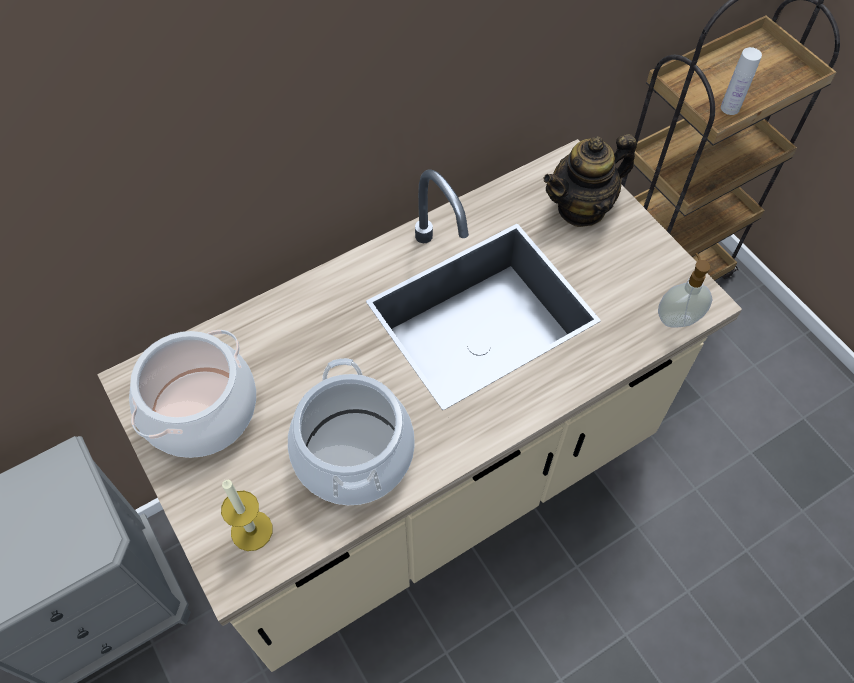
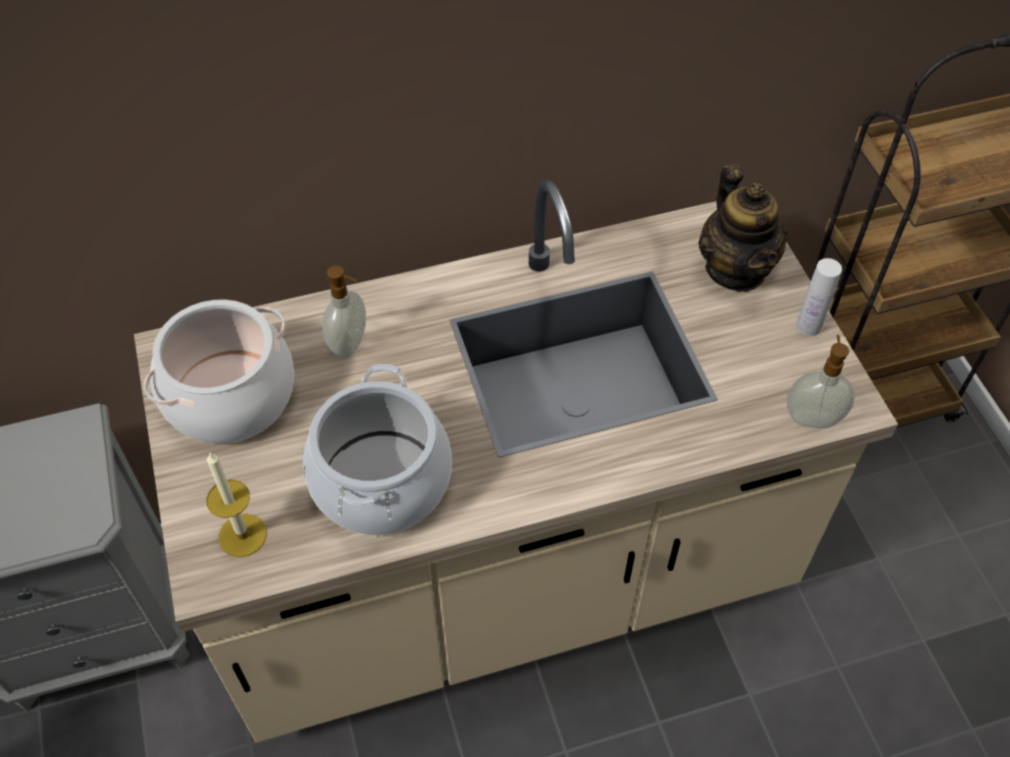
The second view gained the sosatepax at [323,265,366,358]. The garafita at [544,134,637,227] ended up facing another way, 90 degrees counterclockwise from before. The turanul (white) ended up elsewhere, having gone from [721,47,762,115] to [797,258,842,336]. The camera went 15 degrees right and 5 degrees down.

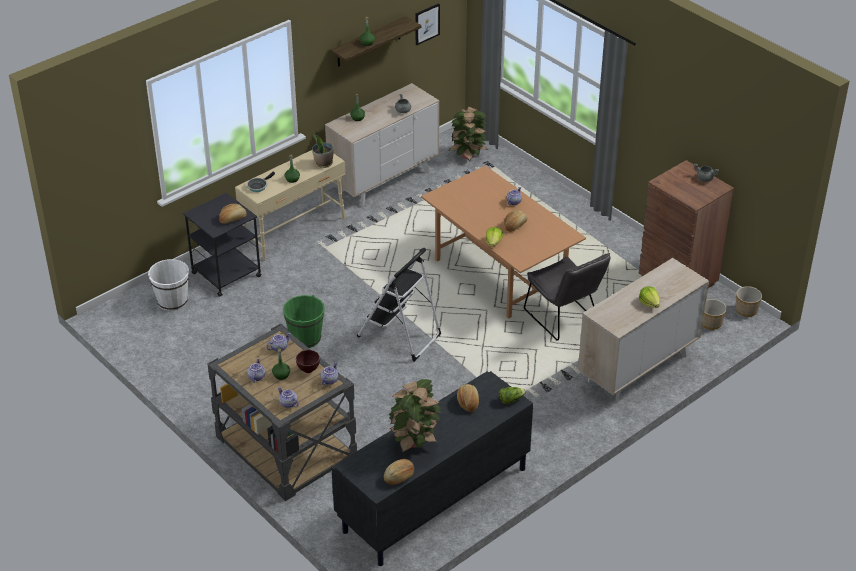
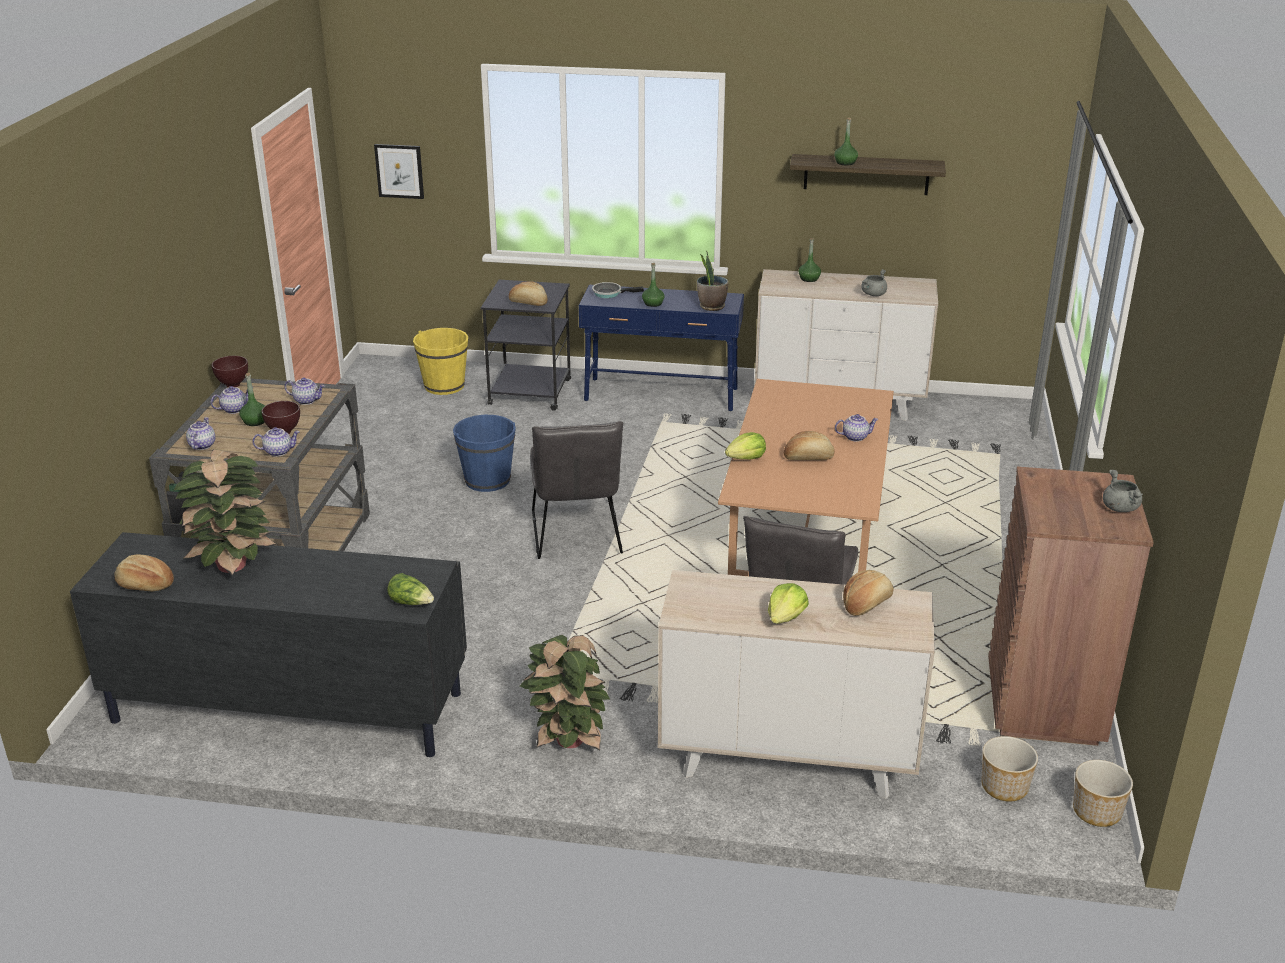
The second view gained the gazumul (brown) at [212,356,248,388]. The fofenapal ended up elsewhere, having gone from [415,3,440,45] to [374,144,424,199]. What was the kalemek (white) at [148,259,189,311] turned into the kalemek (yellow) at [413,328,468,395]. What was the kalemek (green) at [283,295,325,348] turned into the kalemek (blue) at [453,415,516,492]. The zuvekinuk ended up elsewhere, having gone from [449,107,488,161] to [520,635,610,751]. Where the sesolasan stood at [357,248,441,362], the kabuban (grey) came to stand at [530,421,623,559]. What was the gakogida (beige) at [235,150,346,260] turned into the gakogida (blue) at [579,285,744,411]. The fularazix ended up elsewhere, having gone from [457,384,479,412] to [843,570,894,616]. The camera went 50 degrees right and 10 degrees down.

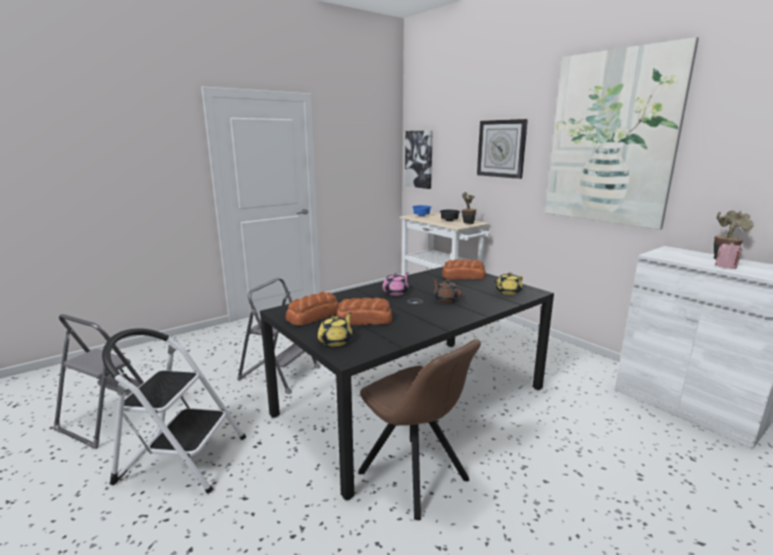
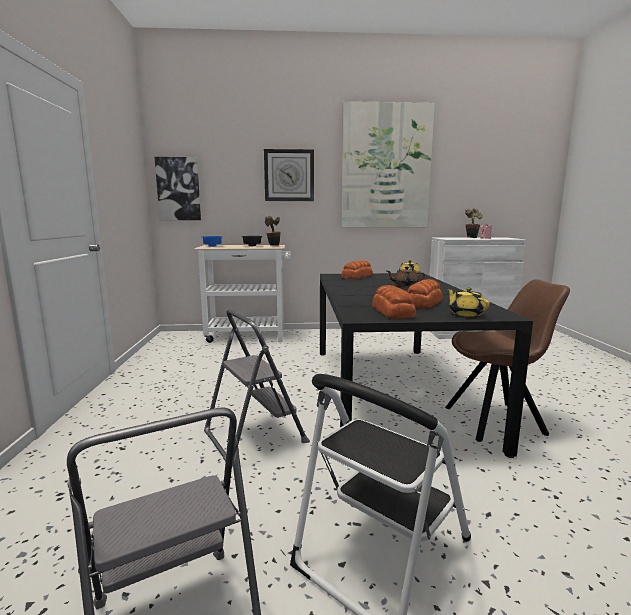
The second view lost the garafita (pink) at [382,272,409,296]. The camera went 55 degrees left and 5 degrees down.

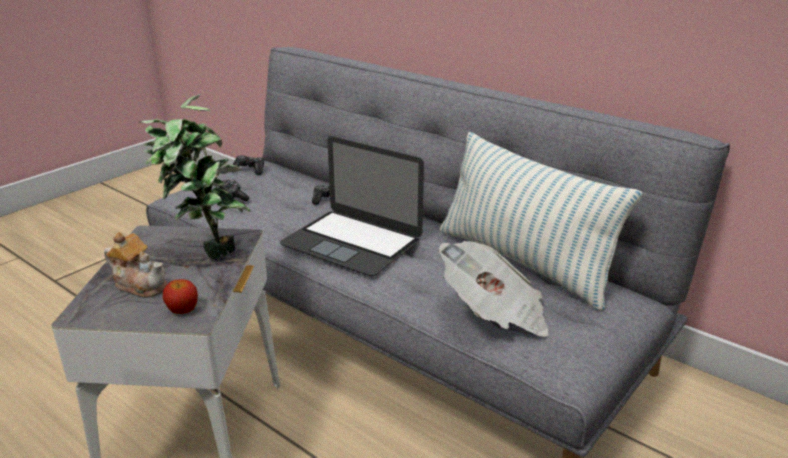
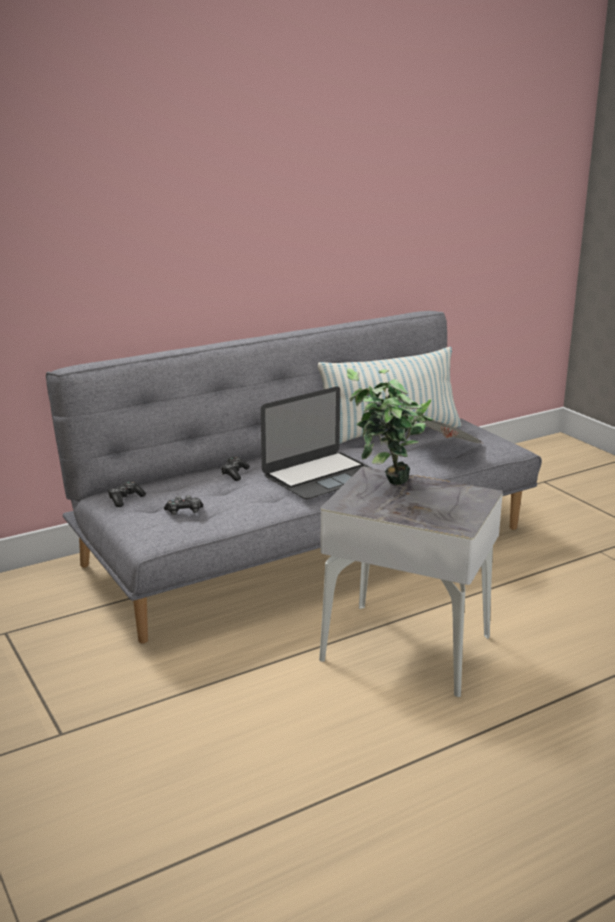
The second view lost the garafita at [104,232,167,298]. The second view lost the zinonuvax at [163,279,198,314]. The camera went 70 degrees left and 5 degrees down.

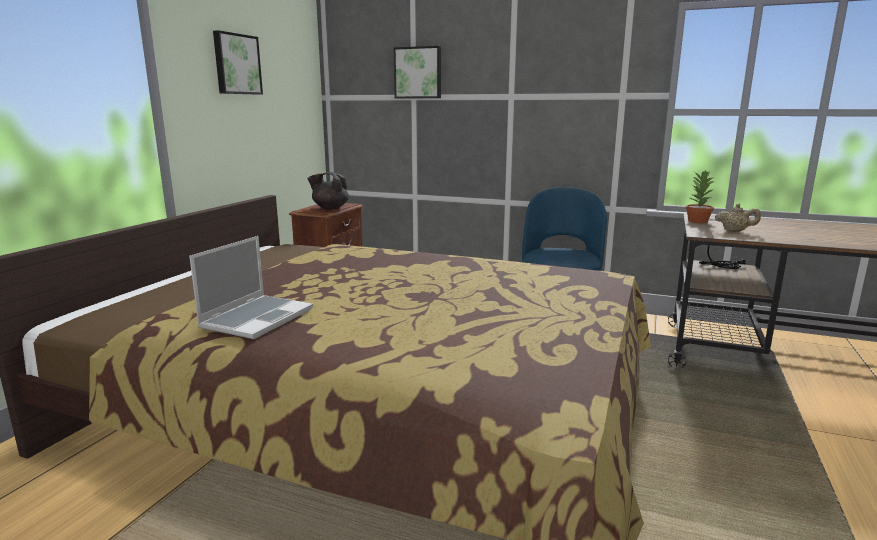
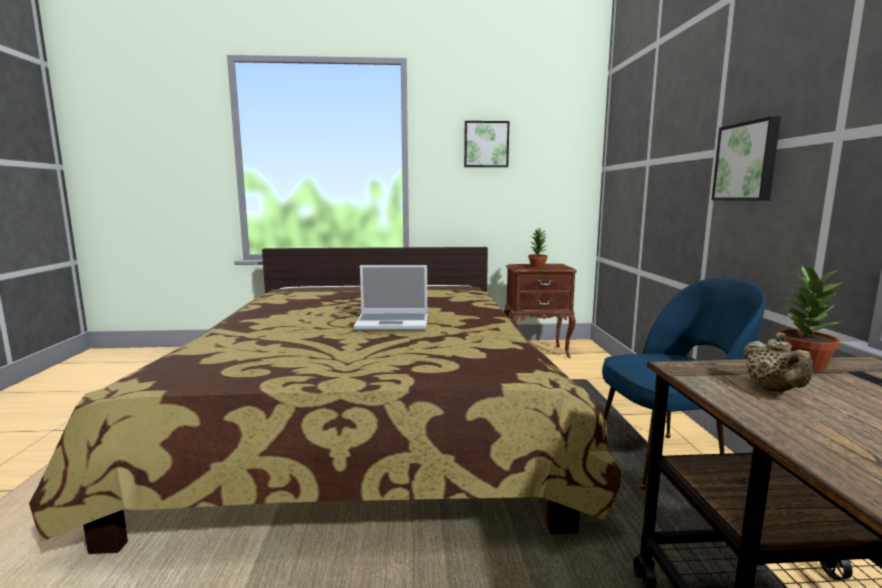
The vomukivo ended up elsewhere, having gone from [189,236,313,339] to [353,265,427,331]. Where the garafita (black) stood at [307,172,349,210], the zuvekinuk came to stand at [528,228,548,268]. The fofenapal ended up elsewhere, having gone from [393,46,441,99] to [712,116,781,201]. The camera went 65 degrees right and 5 degrees down.

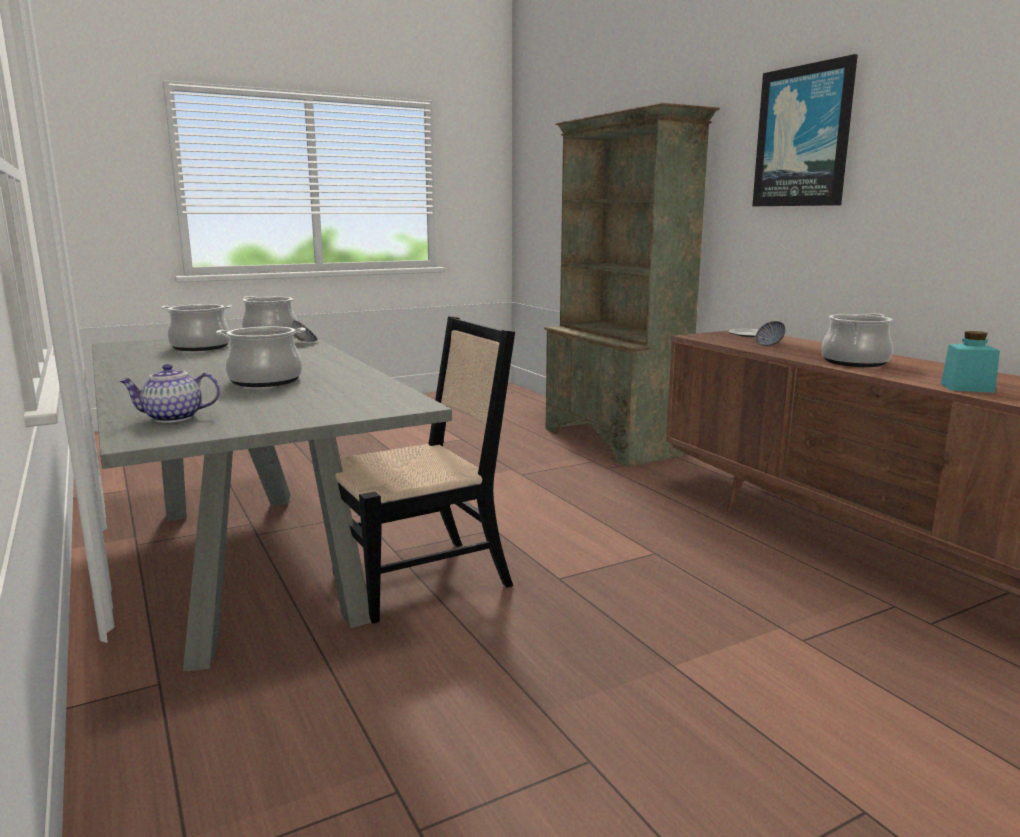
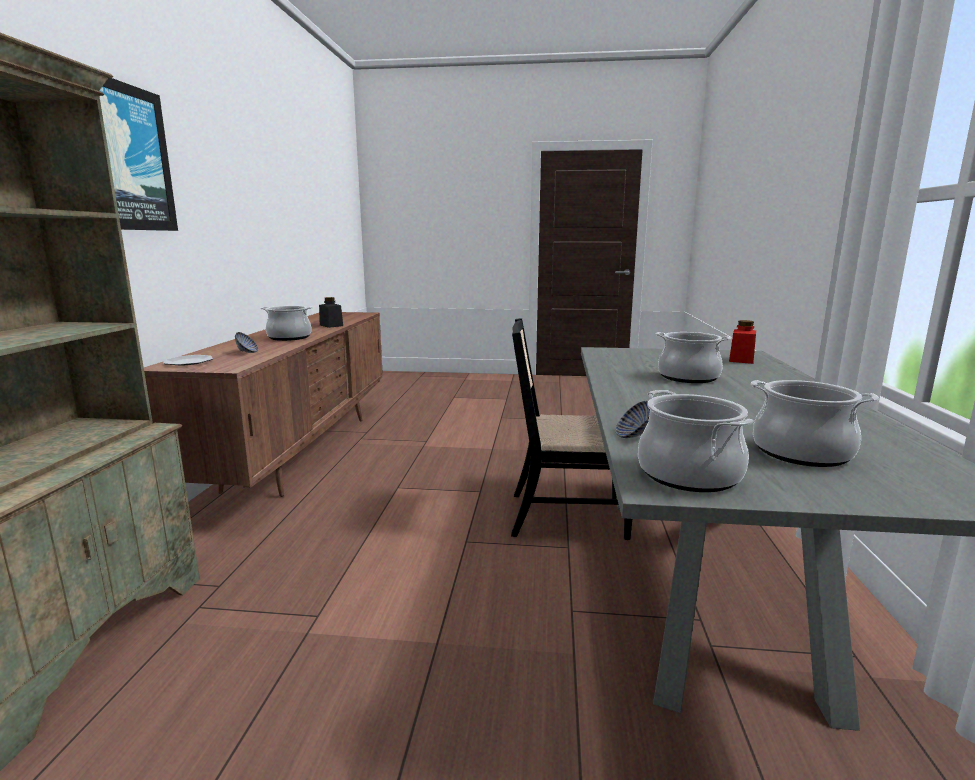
What was the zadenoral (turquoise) at [941,331,1000,393] turned into the zadenoral (black) at [319,297,343,328]. Where the garafita stood at [119,364,220,423], the zadenoral (red) came to stand at [729,320,756,364]. The camera went 145 degrees left and 0 degrees up.

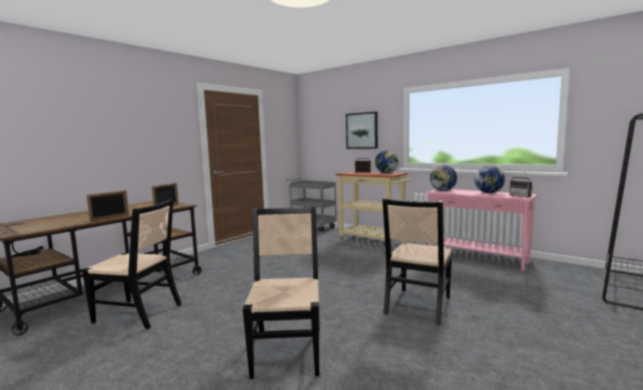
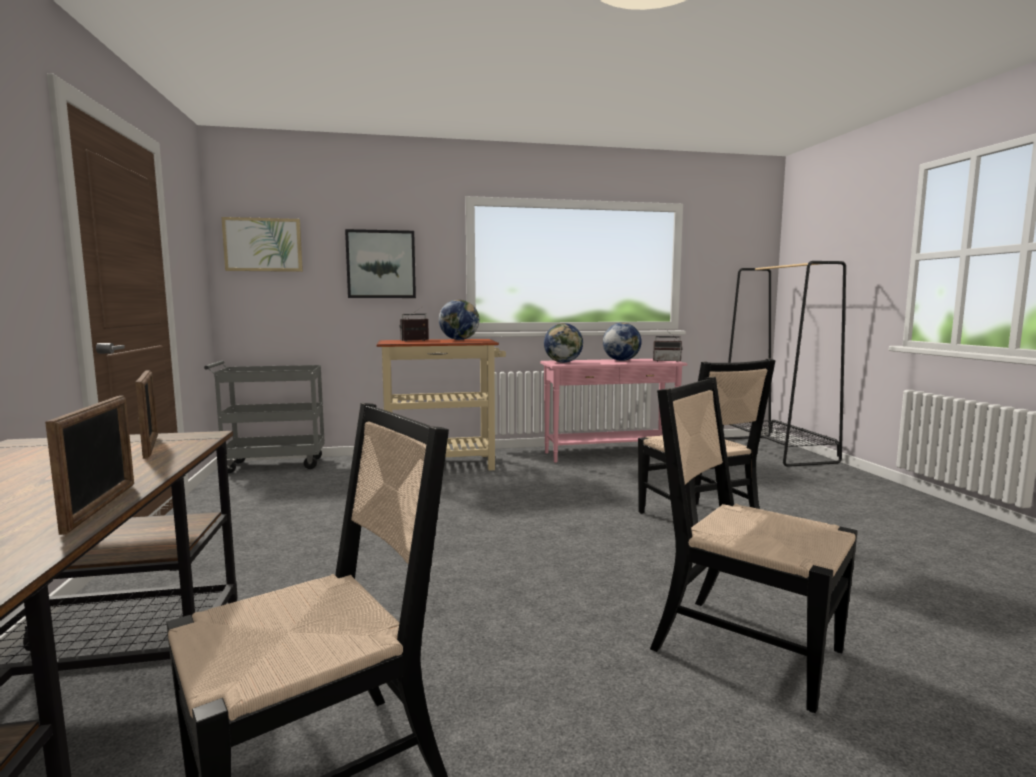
The second view gained the fofenapal at [221,217,303,272]. The camera went 50 degrees left and 0 degrees up.

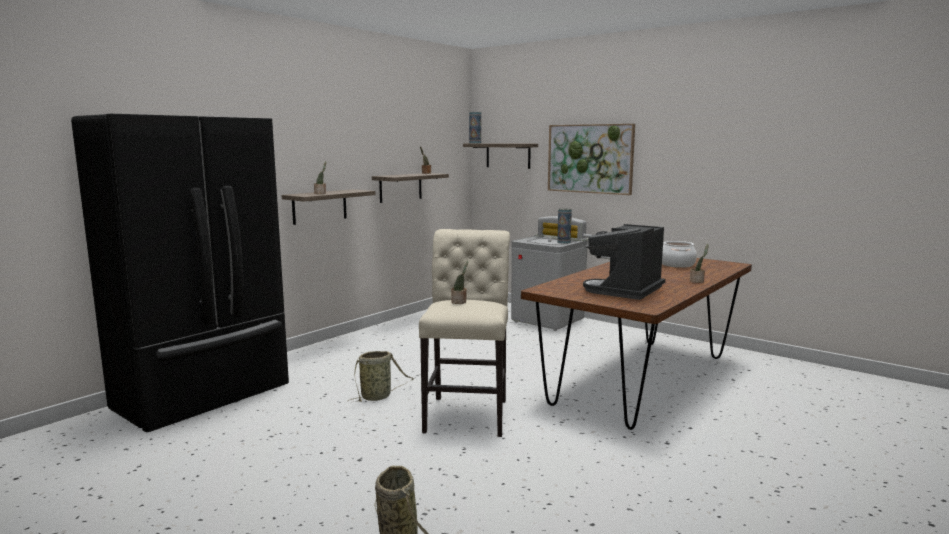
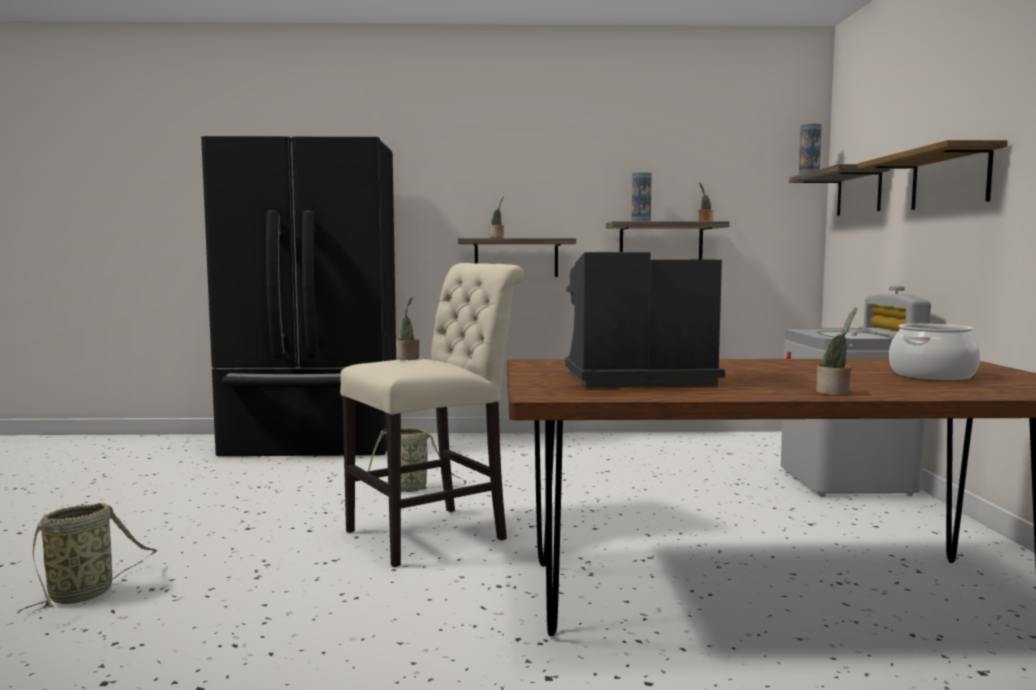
The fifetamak ended up elsewhere, having gone from [557,209,572,244] to [632,172,652,221]. Where the fofenapal hung at [548,124,635,195], the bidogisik came to hang at [858,140,1008,210]. The camera went 50 degrees right and 5 degrees down.

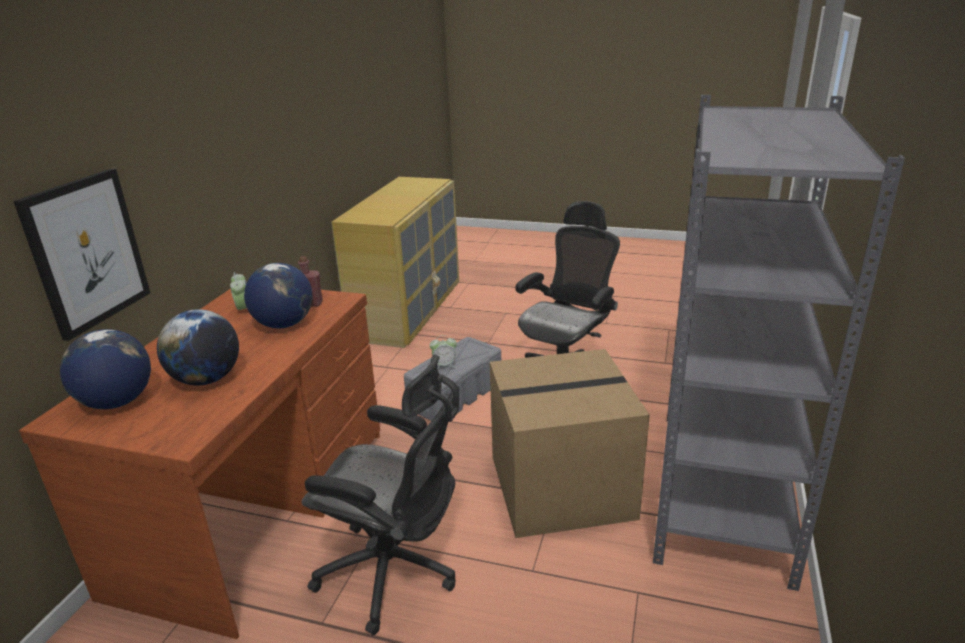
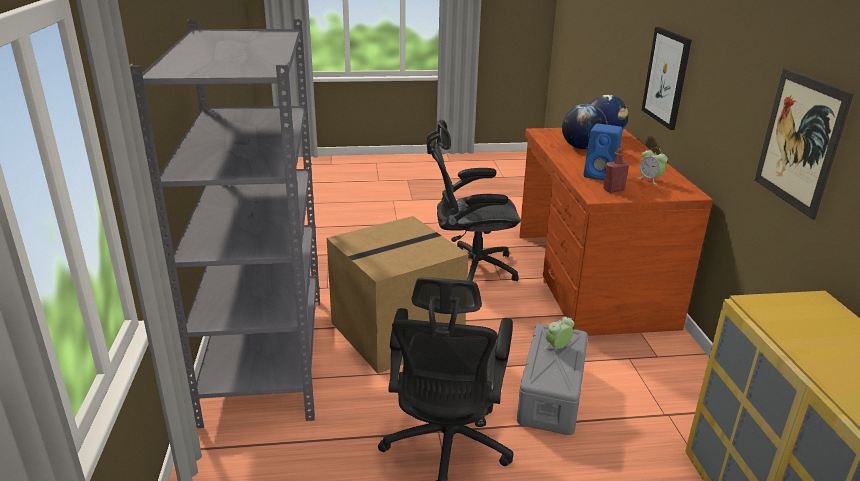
Where the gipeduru stood at [244,263,313,328], the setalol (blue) came to stand at [584,124,623,180]. The second view gained the fofenapal at [755,68,854,220]. The camera went 155 degrees right and 0 degrees up.

